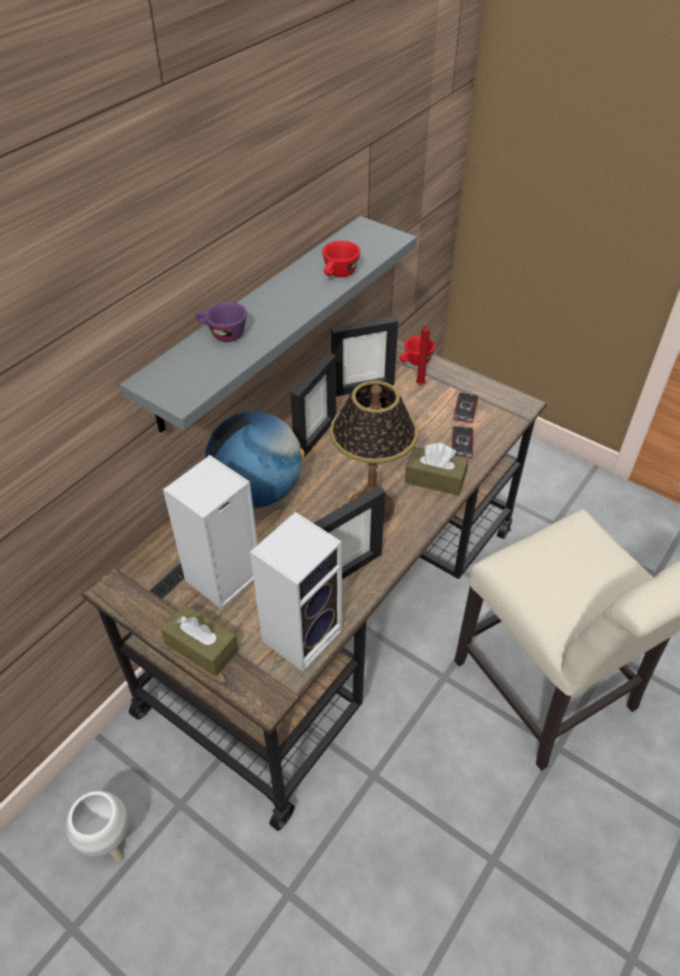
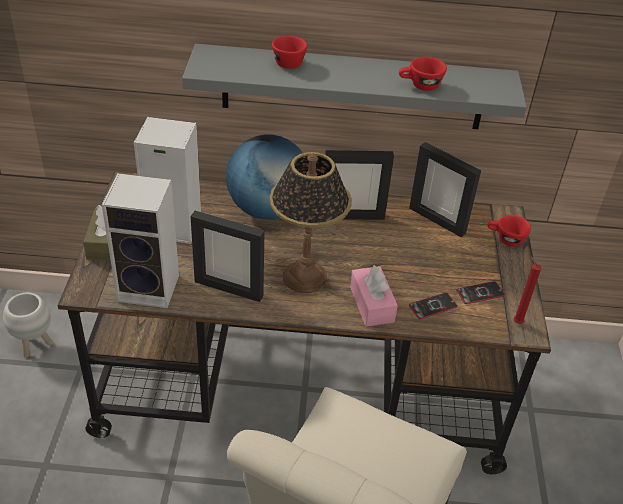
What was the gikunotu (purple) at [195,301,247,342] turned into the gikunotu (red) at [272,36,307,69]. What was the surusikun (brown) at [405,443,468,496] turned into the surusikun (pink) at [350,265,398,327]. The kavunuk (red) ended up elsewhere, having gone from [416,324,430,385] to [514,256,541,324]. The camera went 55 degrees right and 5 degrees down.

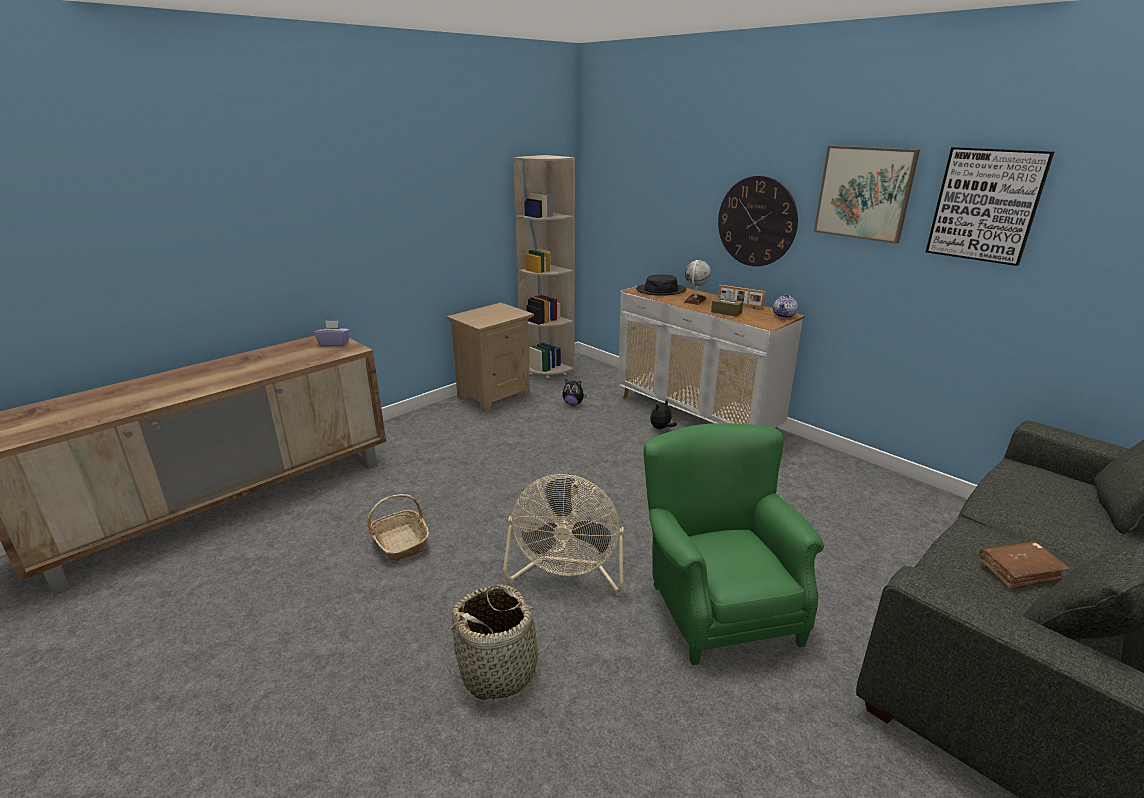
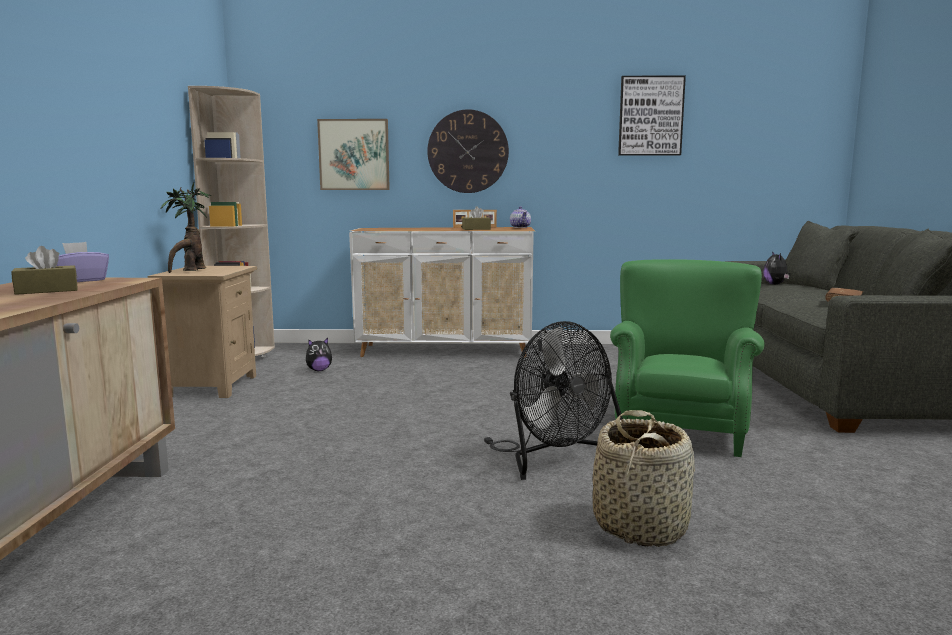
The second view gained the surusikun (brown) at [11,246,77,295]. The second view gained the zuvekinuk at [161,183,211,273]. The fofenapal ended up elsewhere, having gone from [814,145,920,244] to [317,119,390,190]. What was the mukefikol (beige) at [503,474,624,596] turned into the mukefikol (black) at [484,321,623,480]. The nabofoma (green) at [644,423,824,665] ended up facing another way, 75 degrees clockwise from before. The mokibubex ended up elsewhere, having gone from [650,400,677,429] to [763,251,790,285]. The second view lost the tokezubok at [367,494,429,562]. The second view lost the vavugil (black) at [636,274,686,296]. The second view lost the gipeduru at [684,260,711,305]. The camera went 45 degrees left and 15 degrees down.

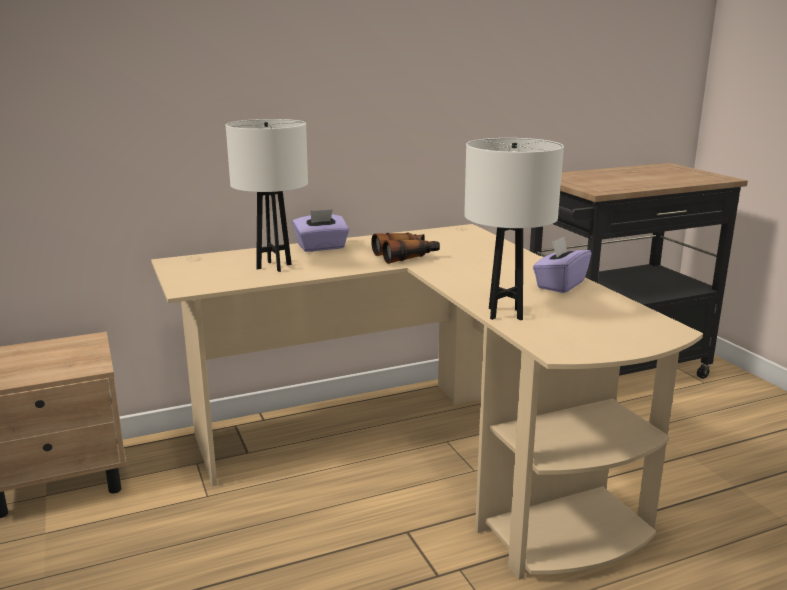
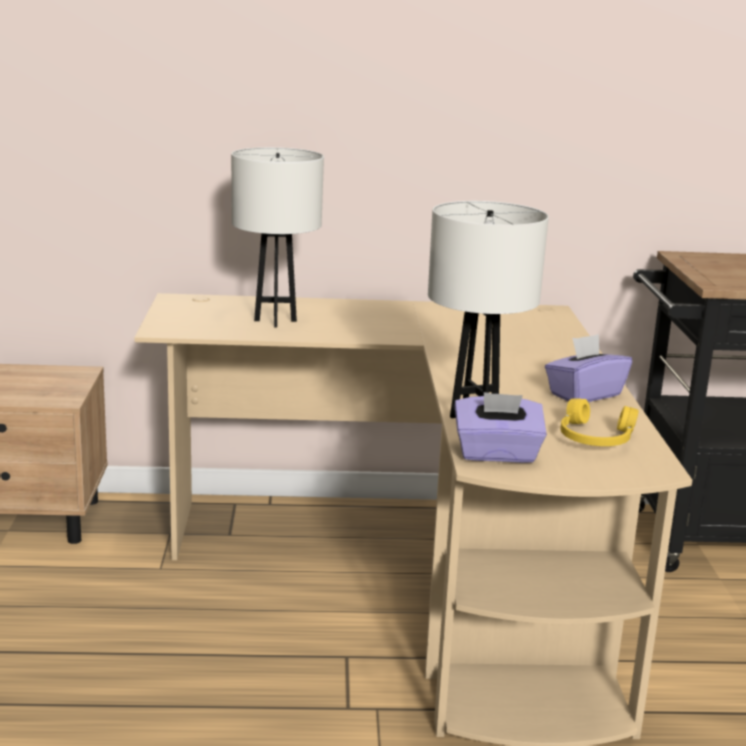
The surusikun (purple) ended up elsewhere, having gone from [292,209,349,252] to [454,392,547,463]. The second view gained the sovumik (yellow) at [560,399,638,446]. The second view lost the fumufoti at [371,232,440,264]. The camera went 20 degrees right and 0 degrees up.

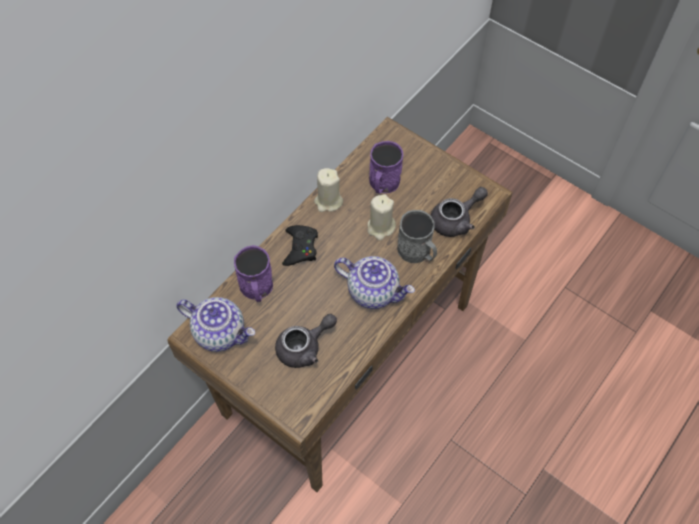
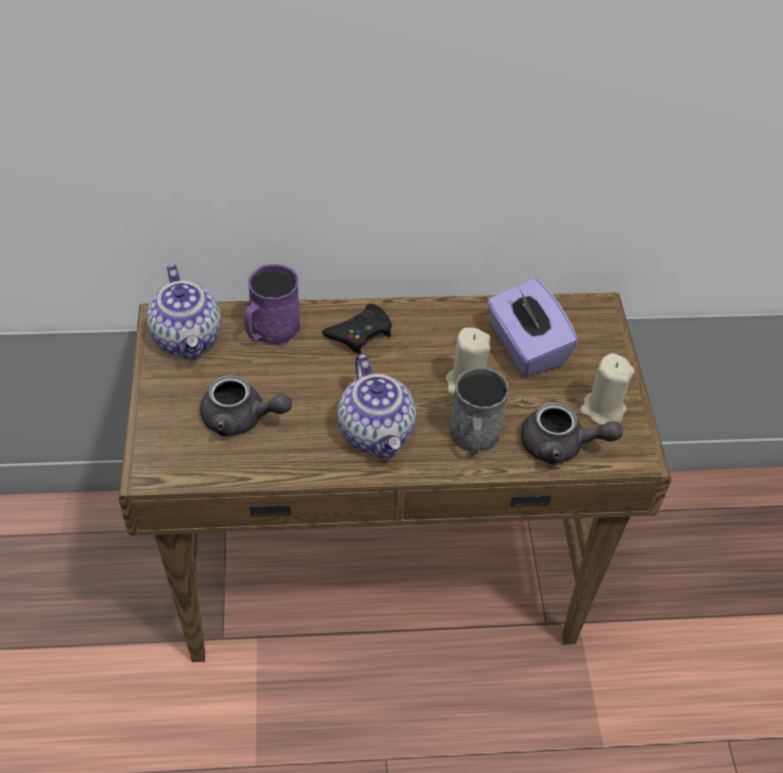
Where the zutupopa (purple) stood at [369,141,403,194], the surusikun (purple) came to stand at [487,278,578,376]. The kavunuk (beige) ended up elsewhere, having gone from [314,168,343,212] to [580,353,635,426]. The camera went 45 degrees right and 10 degrees down.

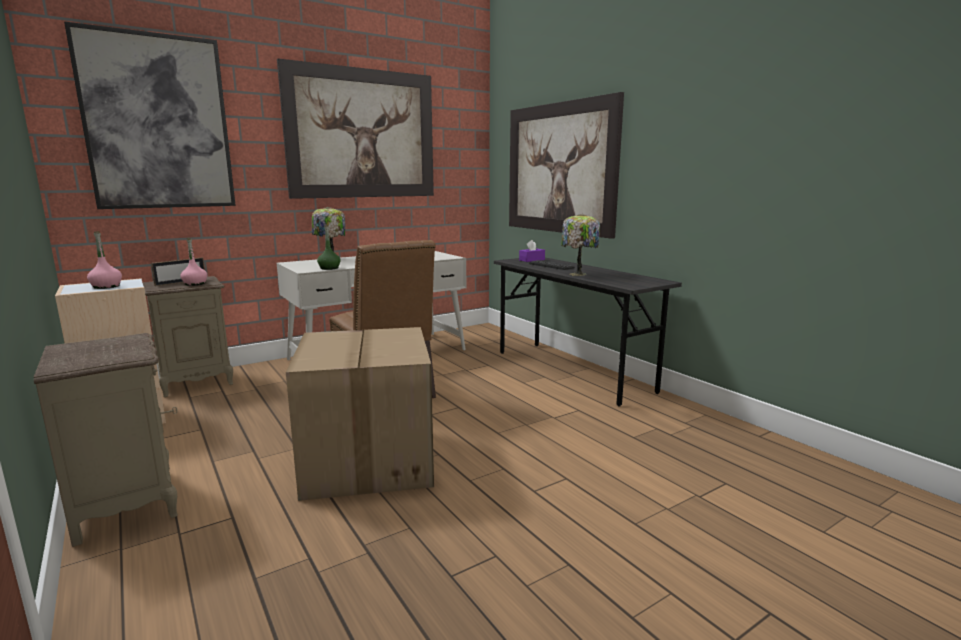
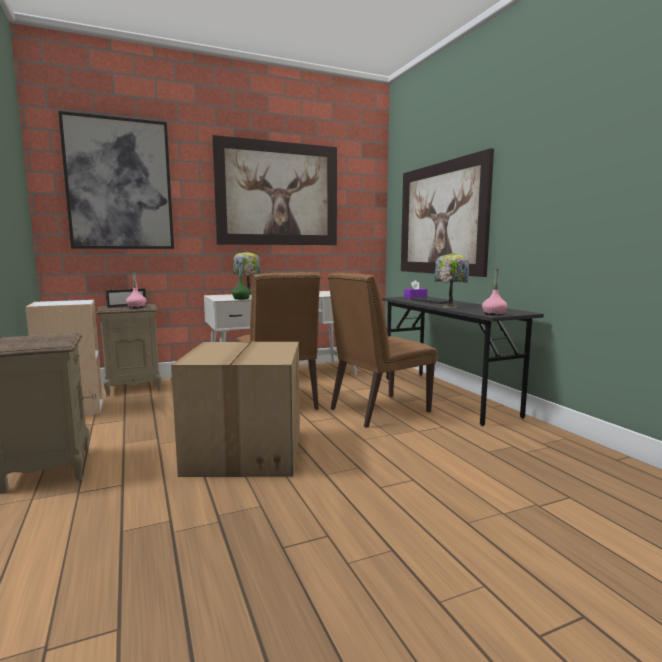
The second view gained the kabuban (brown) at [328,273,437,428]. The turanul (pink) ended up elsewhere, having gone from [87,231,122,289] to [482,269,507,316]. The camera went 10 degrees right and 5 degrees down.

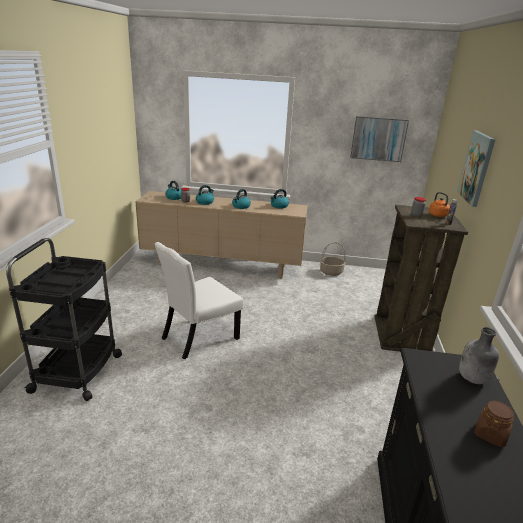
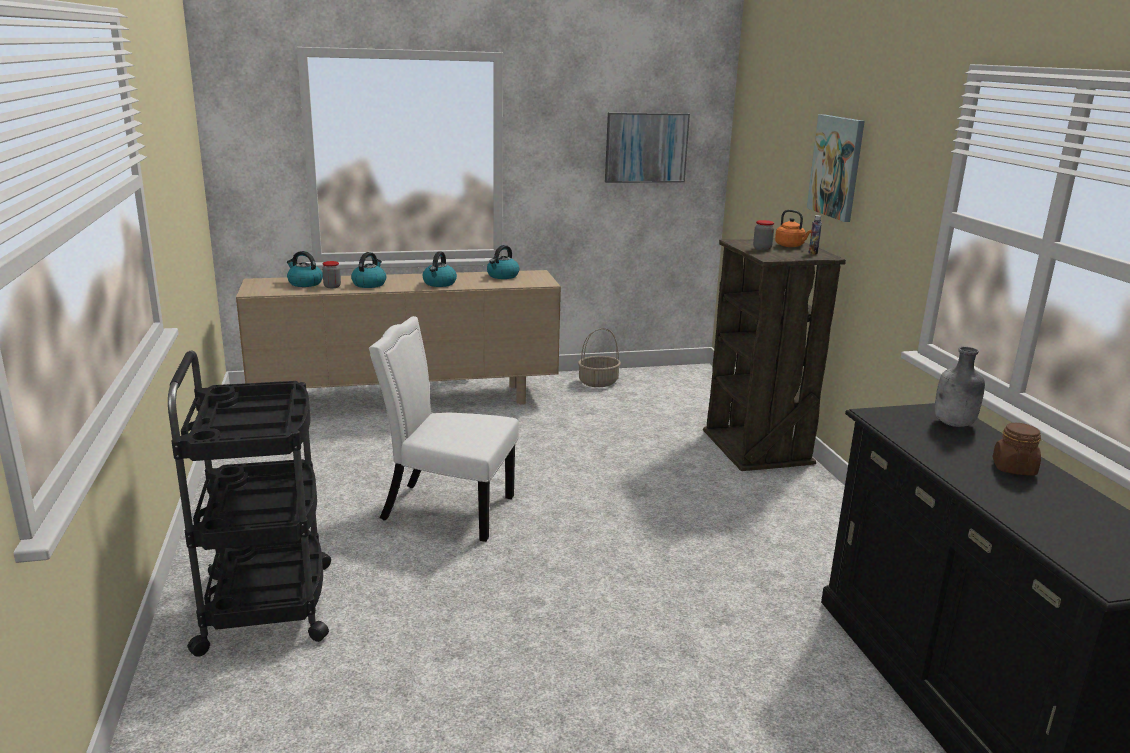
The kabuban (white) at [155,242,243,359] ended up facing another way, 75 degrees clockwise from before. The camera went 20 degrees left and 5 degrees down.

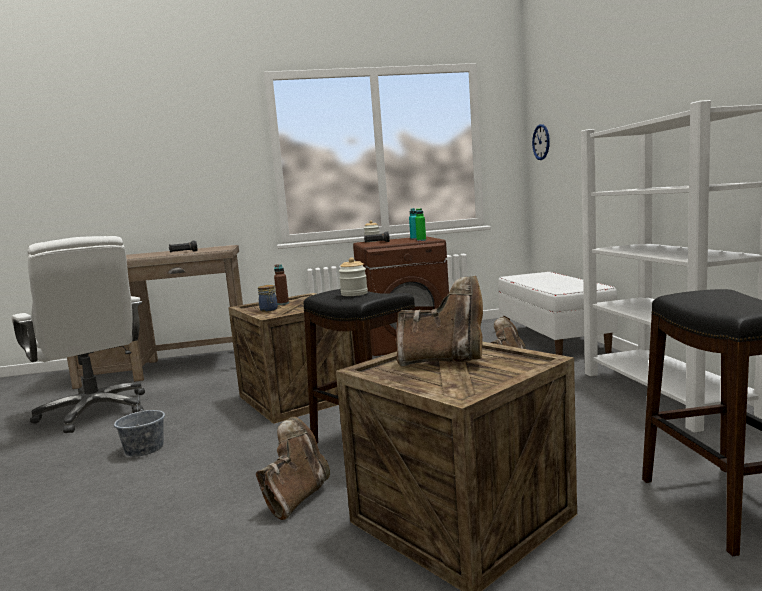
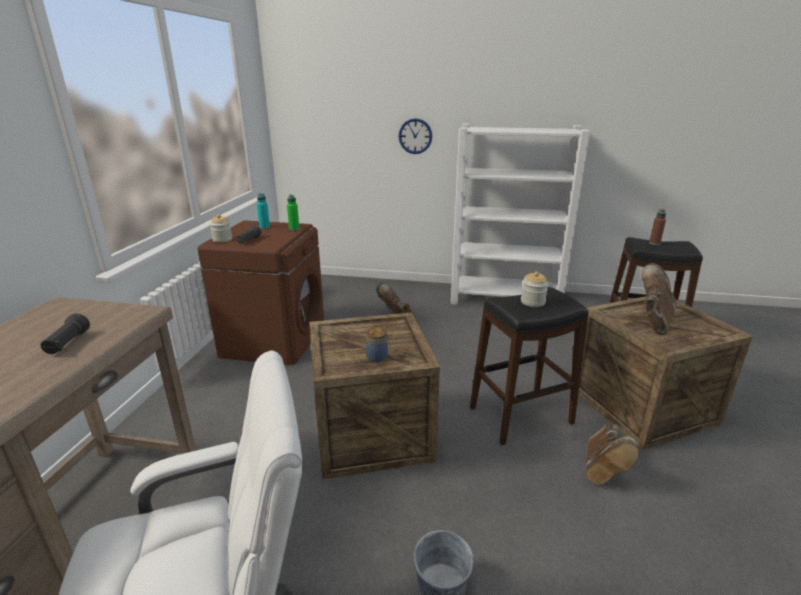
The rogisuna ended up elsewhere, having gone from [532,124,550,160] to [399,118,432,154]. The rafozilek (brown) at [256,417,330,520] ended up facing another way, 120 degrees counterclockwise from before. The turanul (brown) ended up elsewhere, having gone from [274,264,289,305] to [649,209,666,245]. The second view lost the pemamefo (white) at [498,272,618,355]. The camera went 70 degrees left and 15 degrees up.

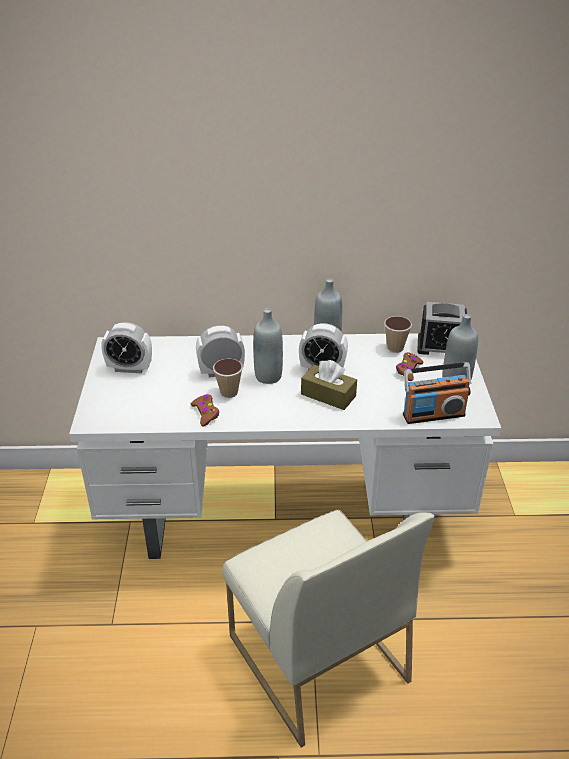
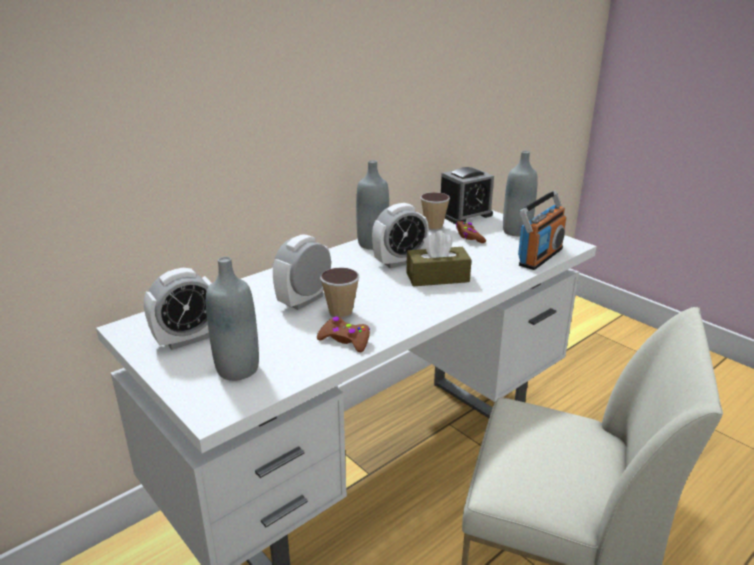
The turanul (grey) ended up elsewhere, having gone from [253,308,283,384] to [206,257,259,381]. The camera went 40 degrees left and 10 degrees down.

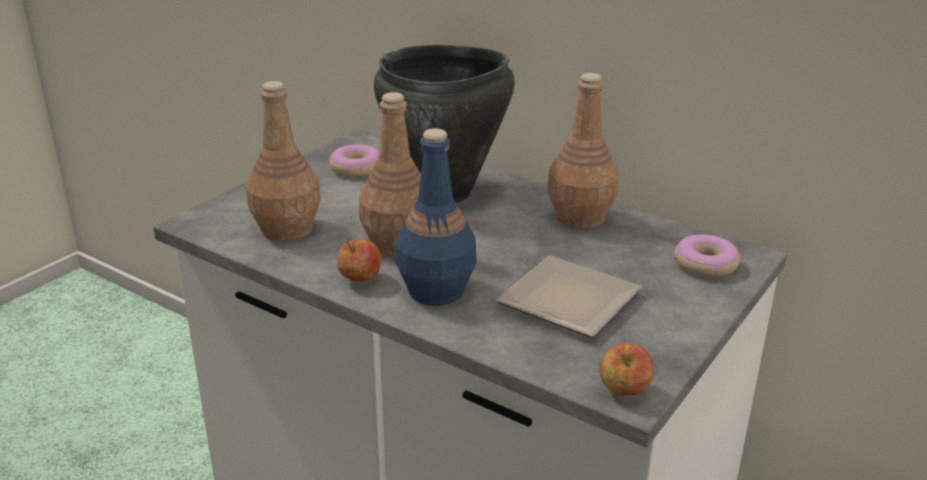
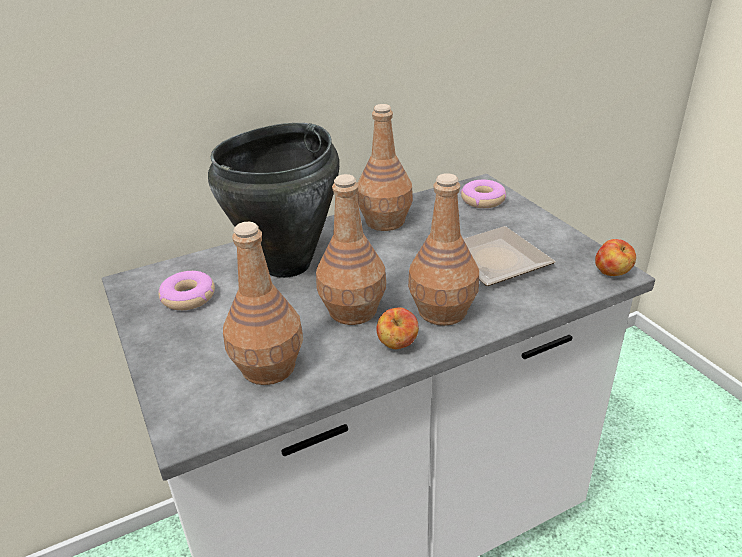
What was the turanul (blue) at [395,128,477,306] turned into the turanul (brown) at [408,173,479,326]. The camera went 60 degrees left and 5 degrees up.

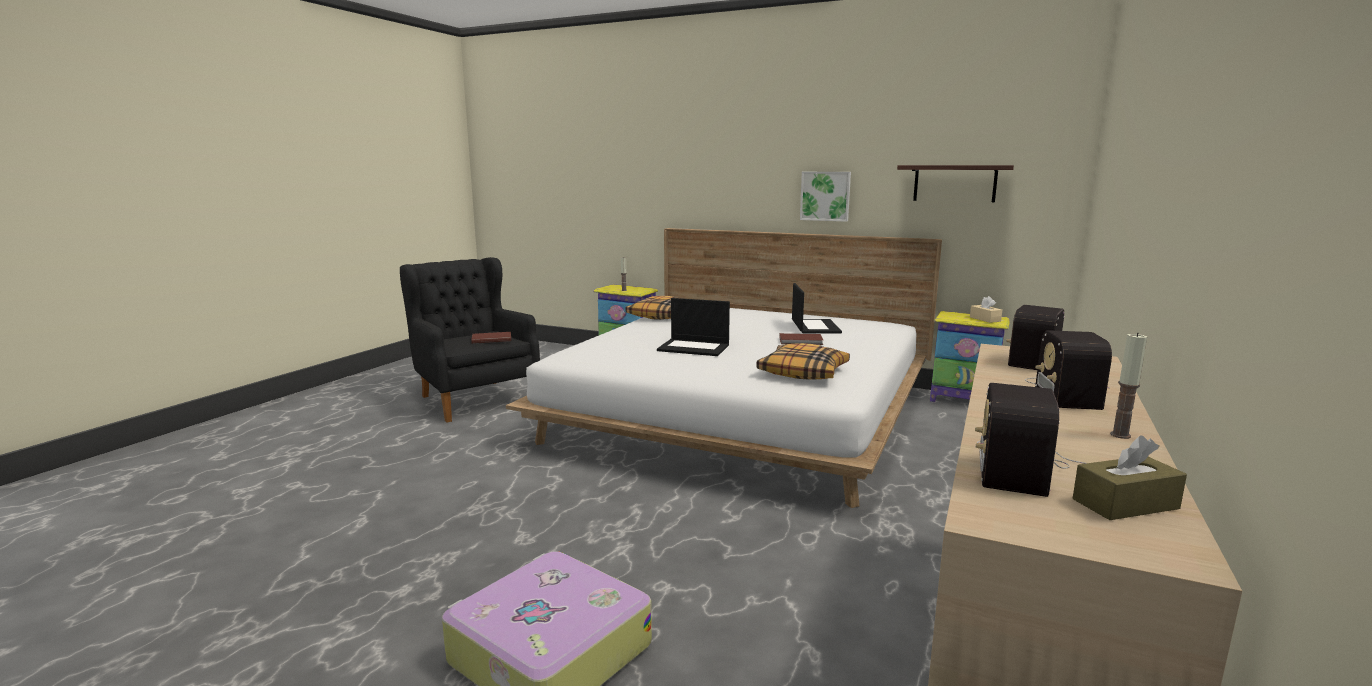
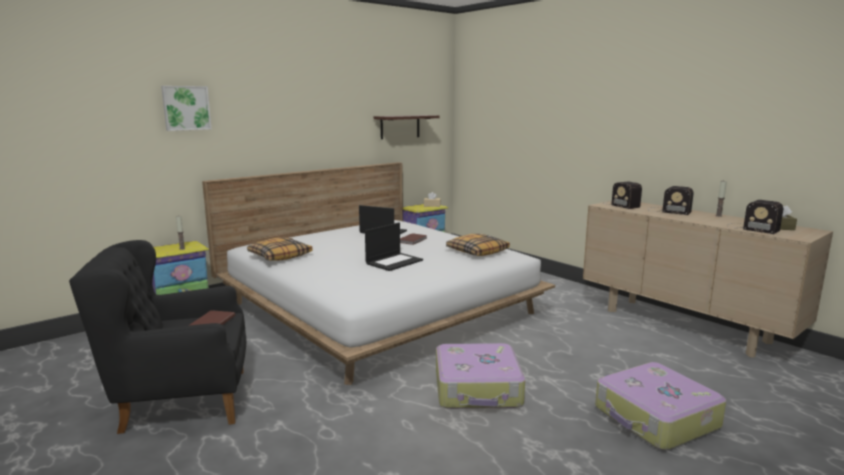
The fofenapal ended up elsewhere, having gone from [800,172,851,222] to [161,86,212,131]. The second view gained the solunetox at [436,343,525,409]. The camera went 65 degrees left and 0 degrees up.

